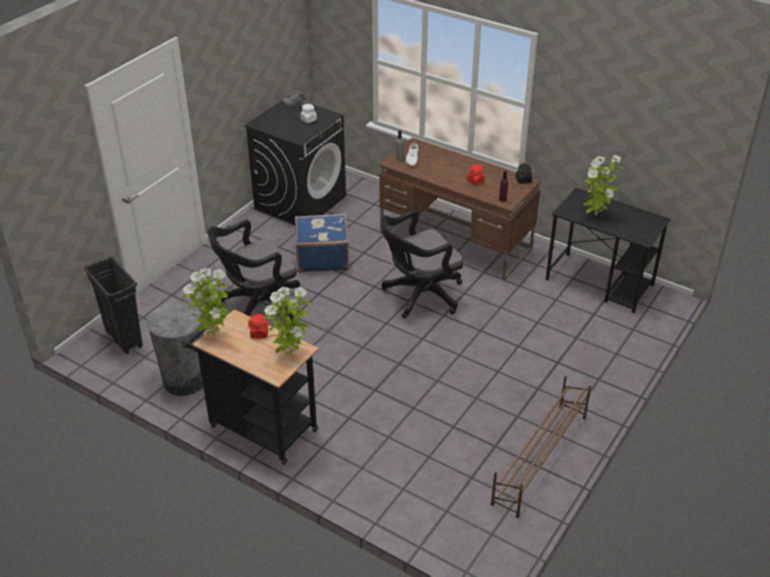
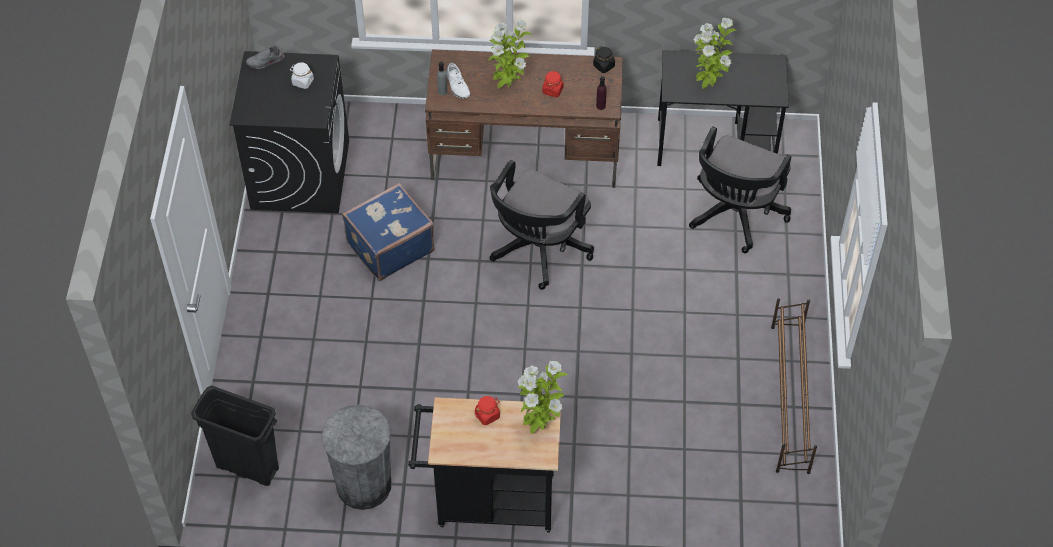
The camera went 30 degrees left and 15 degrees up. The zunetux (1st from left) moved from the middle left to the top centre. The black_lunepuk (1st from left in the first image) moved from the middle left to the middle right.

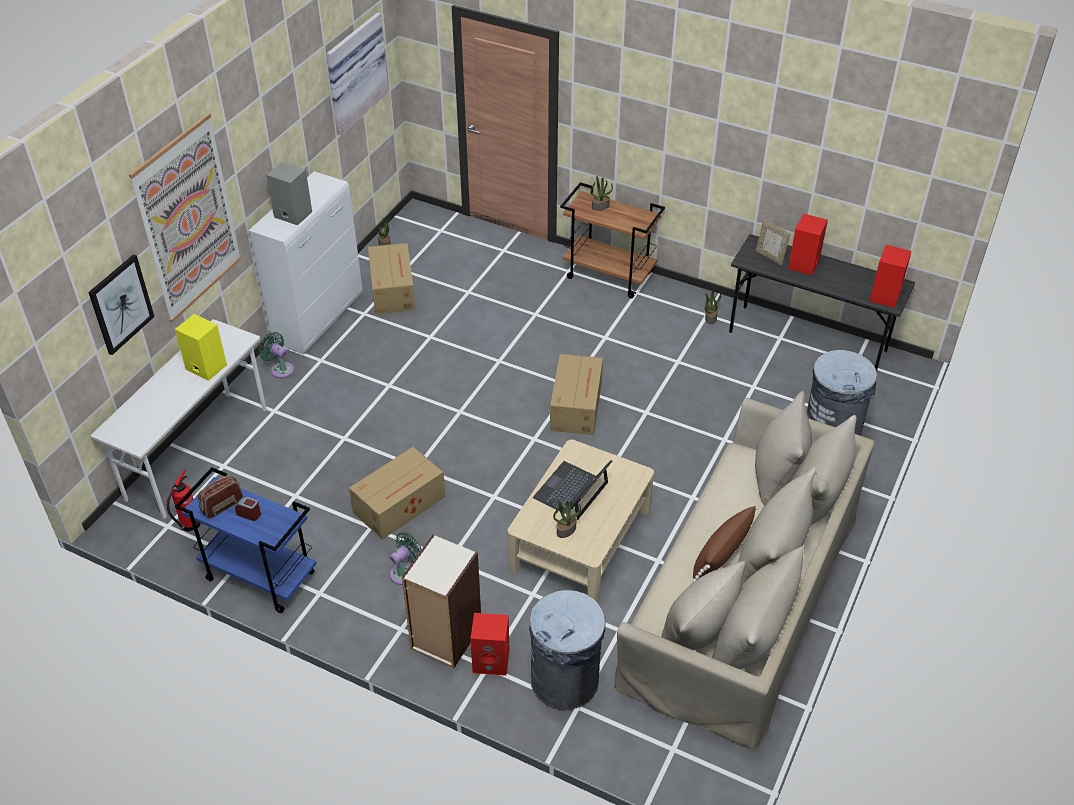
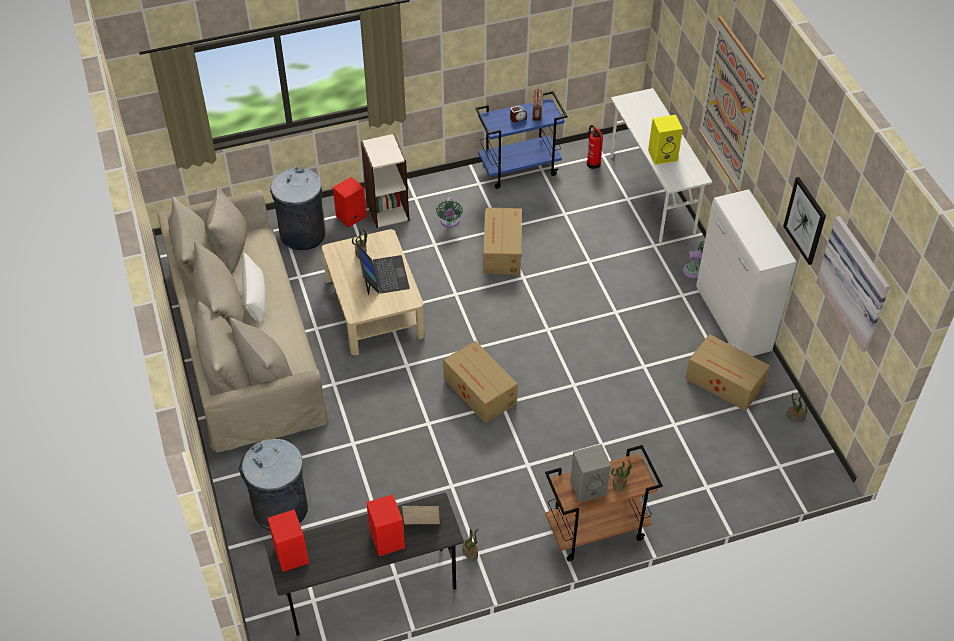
The camera went 135 degrees right and 5 degrees up. The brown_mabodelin at the bottom right became the white_mabodelin at the middle left. The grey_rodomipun moved from the top left to the bottom centre. The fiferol (1st from left in the first image) moved from the middle left to the middle right.

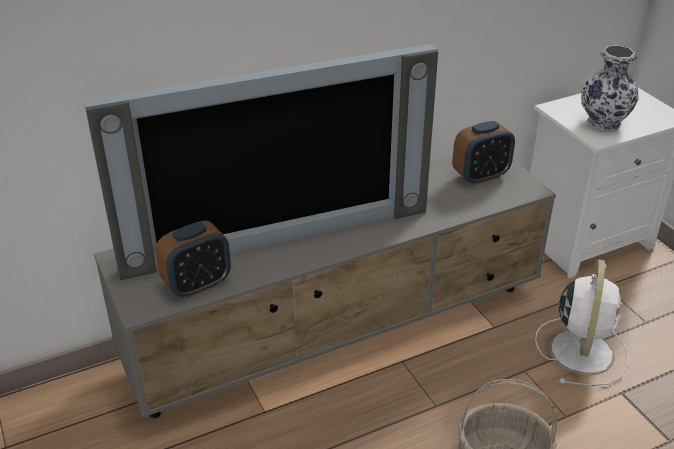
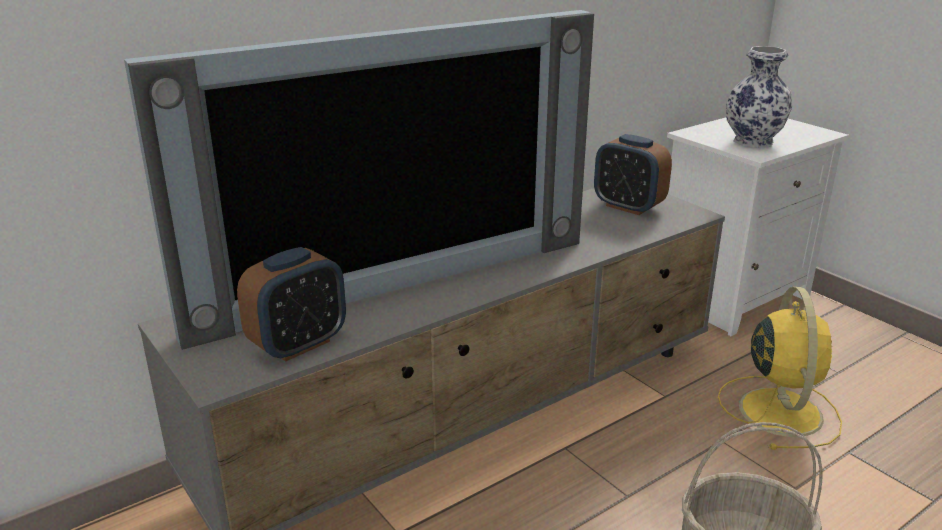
The camera went 10 degrees left and 10 degrees down. The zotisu (2nd from left) at the middle right turned 75 degrees clockwise. The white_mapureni at the bottom right became the yellow_mapureni at the bottom right.

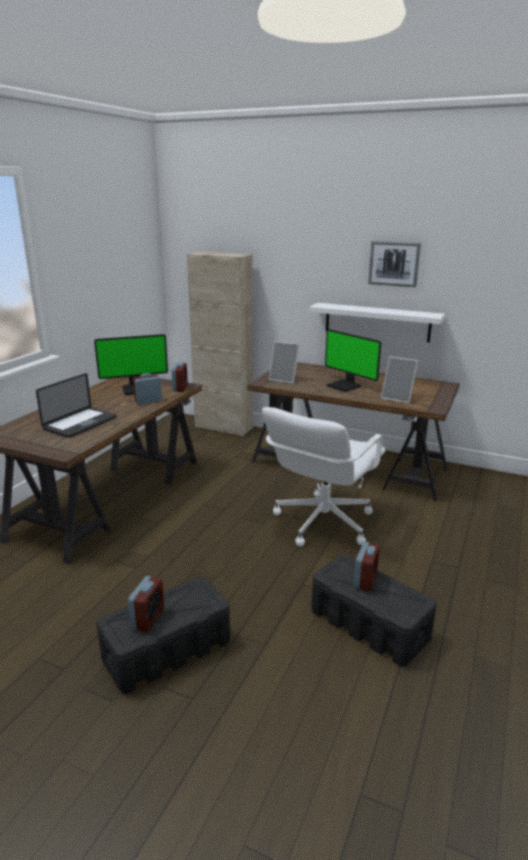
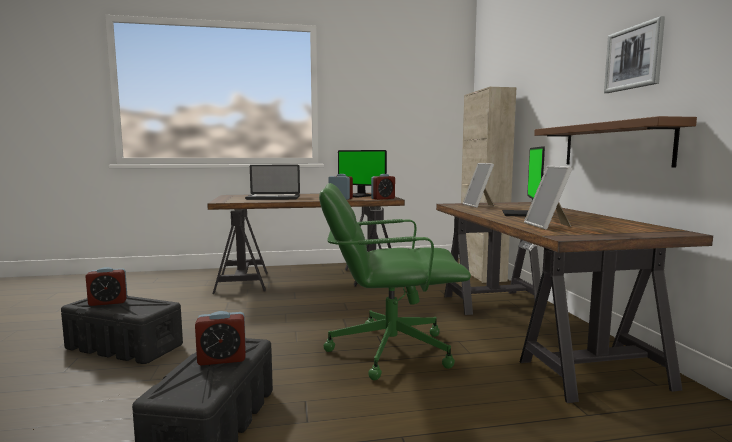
The camera went 55 degrees right and 15 degrees down. The white_lunepuk at the centre became the green_lunepuk at the centre. The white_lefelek at the middle right became the brown_lefelek at the top right.

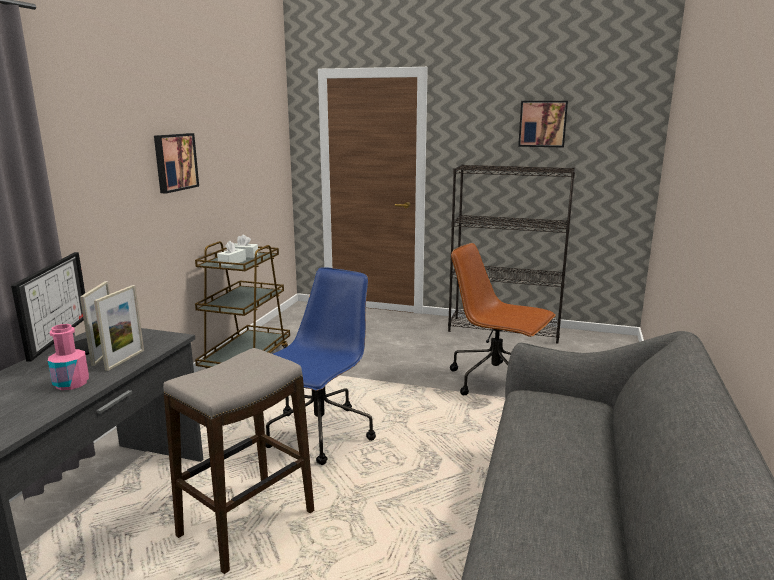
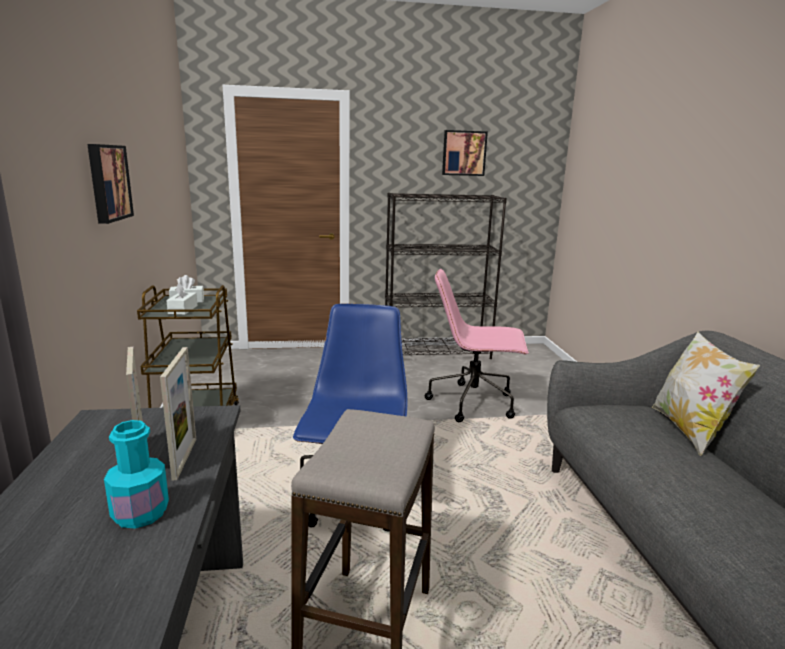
The camera went 25 degrees left and 0 degrees up. The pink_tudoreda at the middle left became the turquoise_tudoreda at the bottom left. The brown_lunepuk at the centre became the pink_lunepuk at the centre. The mabodelin at the middle right appeared. The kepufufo at the middle left disappeared.

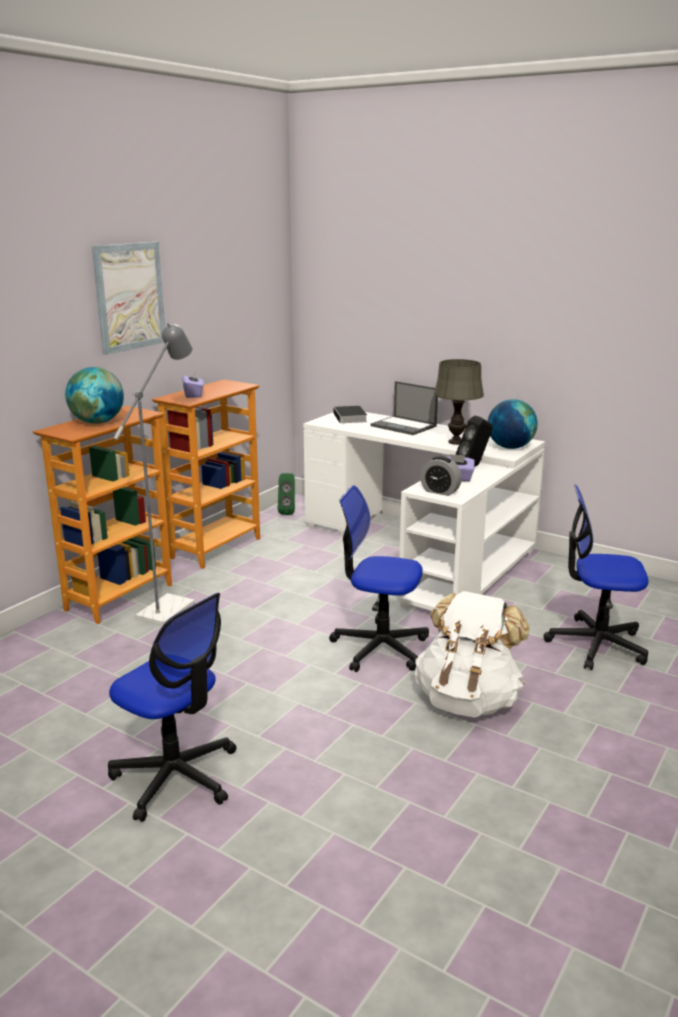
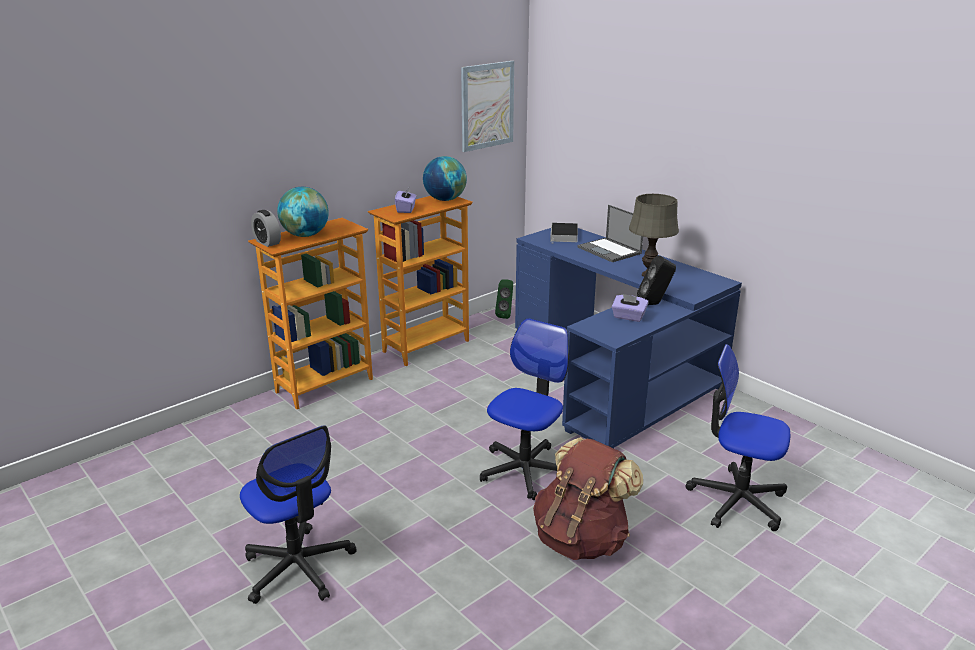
The camera went 15 degrees right and 5 degrees up. The zotisu moved from the centre to the middle left. The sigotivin (2nd from left) moved from the middle right to the top centre. The fiferol moved from the top left to the top centre. The lunepuk (2nd from left) at the centre turned 90 degrees clockwise. The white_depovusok at the centre became the blue_depovusok at the centre. The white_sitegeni at the middle right became the brown_sitegeni at the bottom centre. The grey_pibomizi at the middle left disappeared.

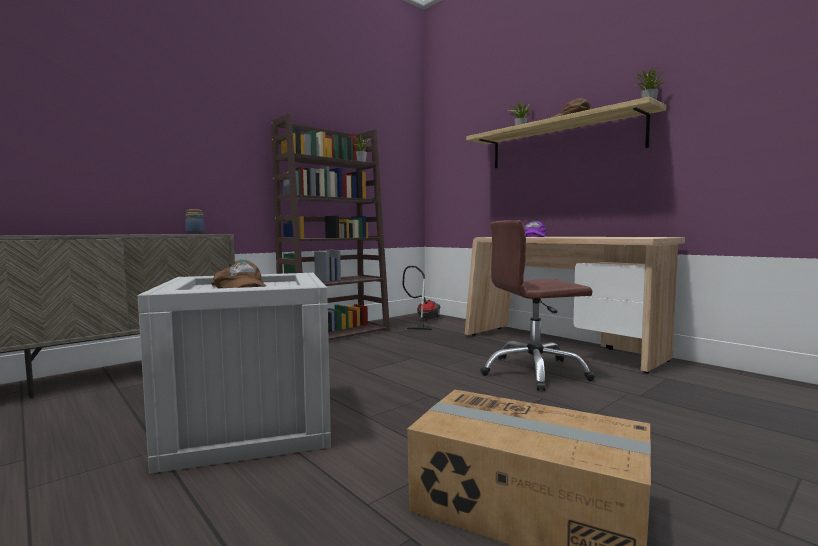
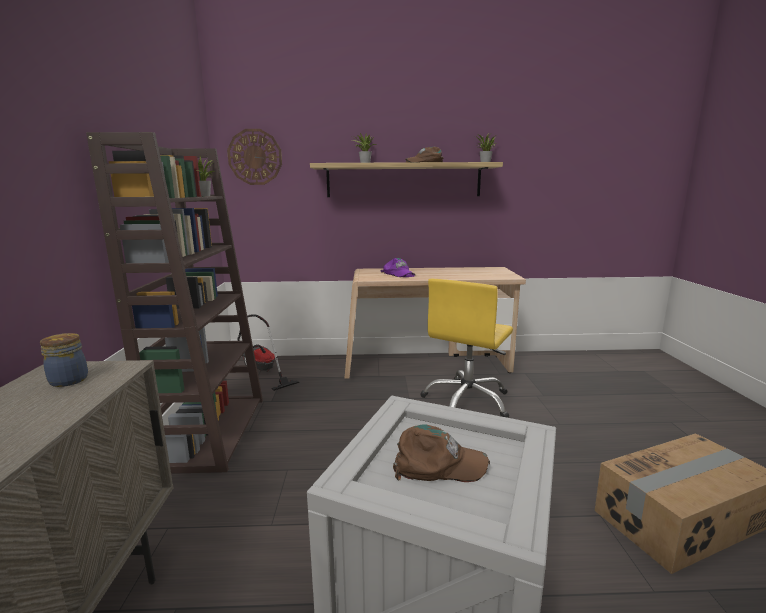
The camera went 50 degrees left and 10 degrees up. The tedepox at the top left appeared. The brown_lunepuk at the centre became the yellow_lunepuk at the centre.

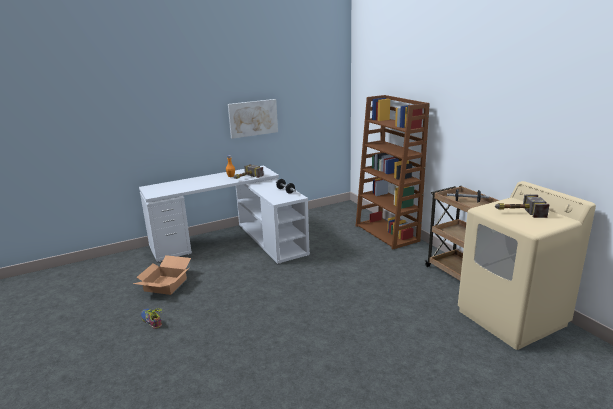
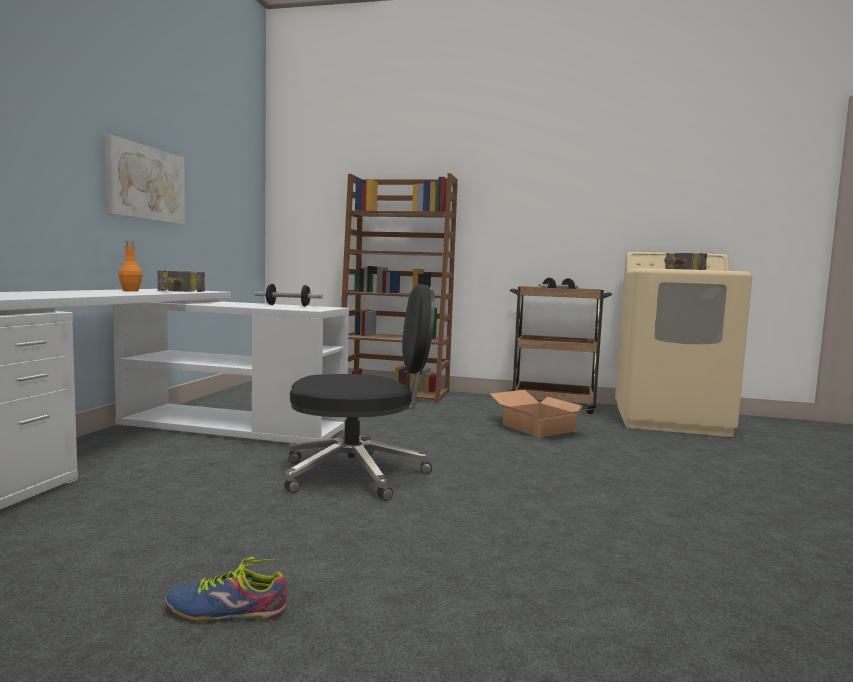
The camera went 50 degrees left and 15 degrees down. The black_lunepuk at the centre appeared. The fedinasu moved from the bottom left to the centre.

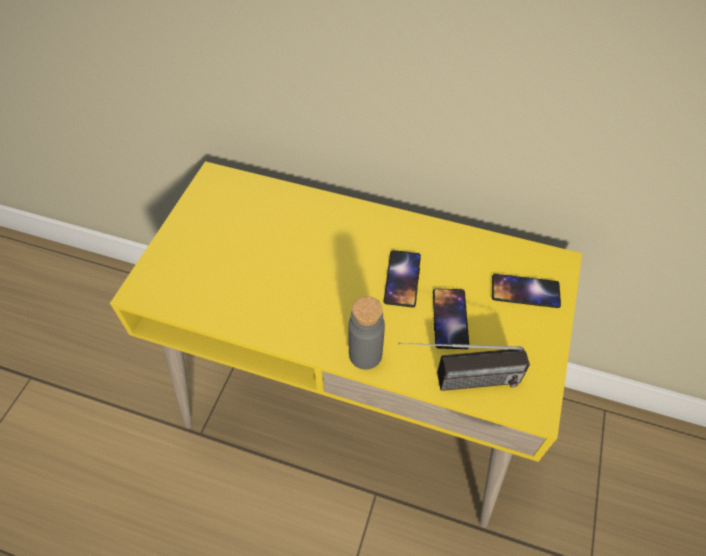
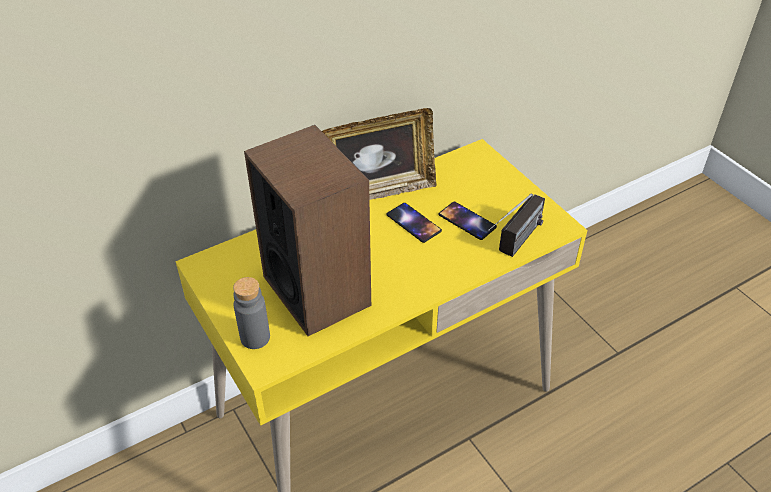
The camera went 50 degrees left and 10 degrees down. The grey_tudoreda moved from the centre to the middle left. The rodomipun at the centre appeared. The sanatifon at the top centre appeared. The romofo (3rd from left) at the middle right disappeared.

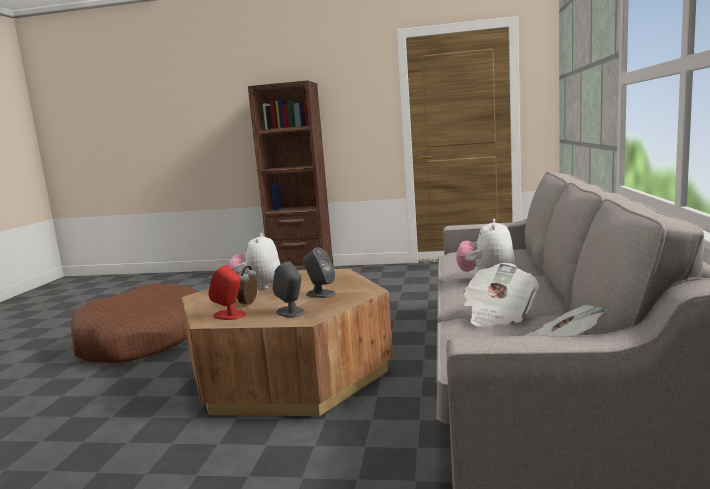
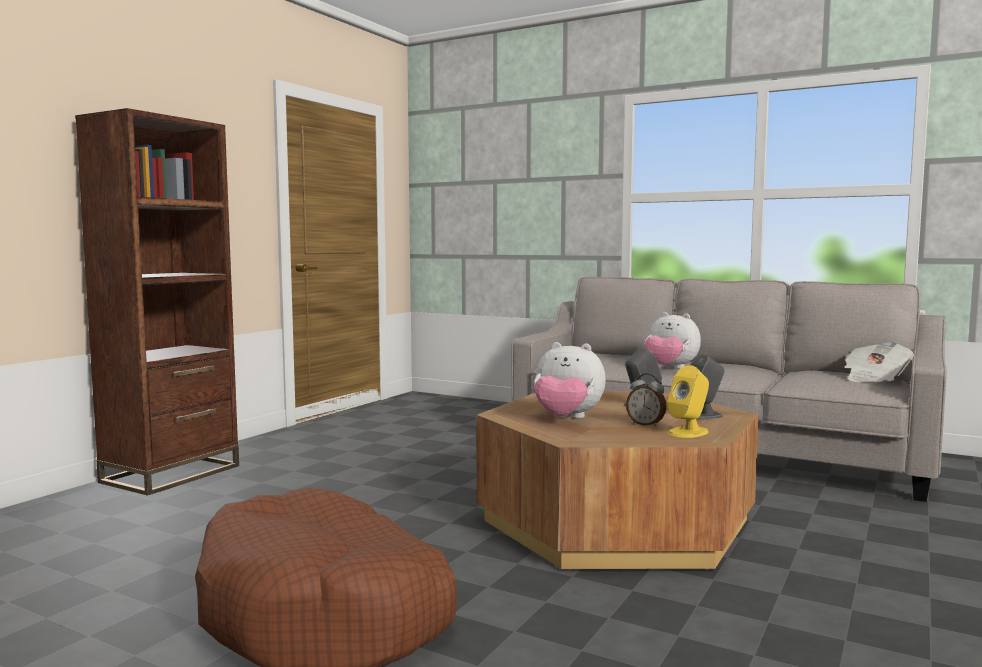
The camera went 70 degrees left and 5 degrees down. The red_rodomipun at the middle left became the yellow_rodomipun at the middle right. The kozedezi (1st from left) at the middle right disappeared.

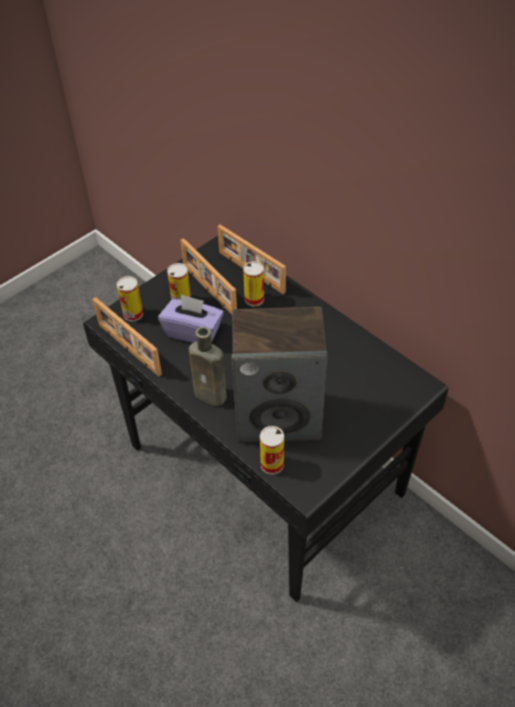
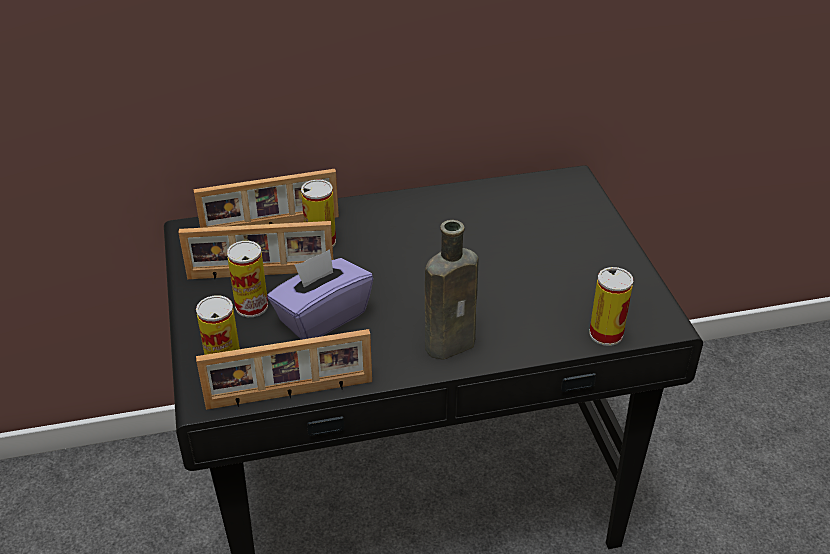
The camera went 60 degrees left and 10 degrees down. The rodomipun at the centre disappeared.

